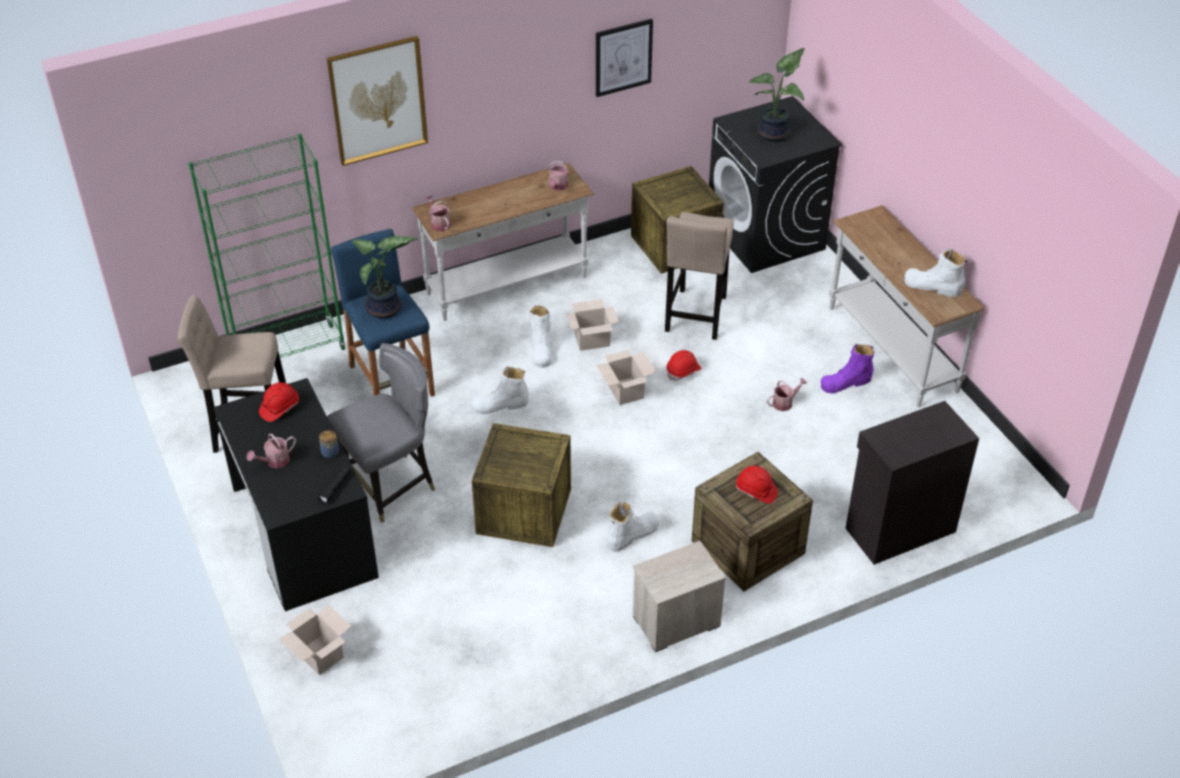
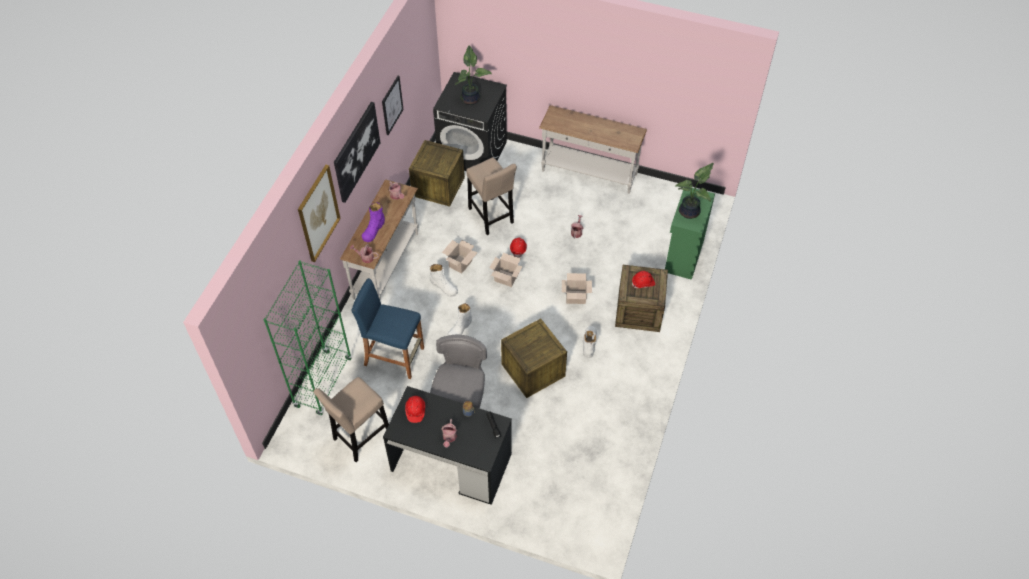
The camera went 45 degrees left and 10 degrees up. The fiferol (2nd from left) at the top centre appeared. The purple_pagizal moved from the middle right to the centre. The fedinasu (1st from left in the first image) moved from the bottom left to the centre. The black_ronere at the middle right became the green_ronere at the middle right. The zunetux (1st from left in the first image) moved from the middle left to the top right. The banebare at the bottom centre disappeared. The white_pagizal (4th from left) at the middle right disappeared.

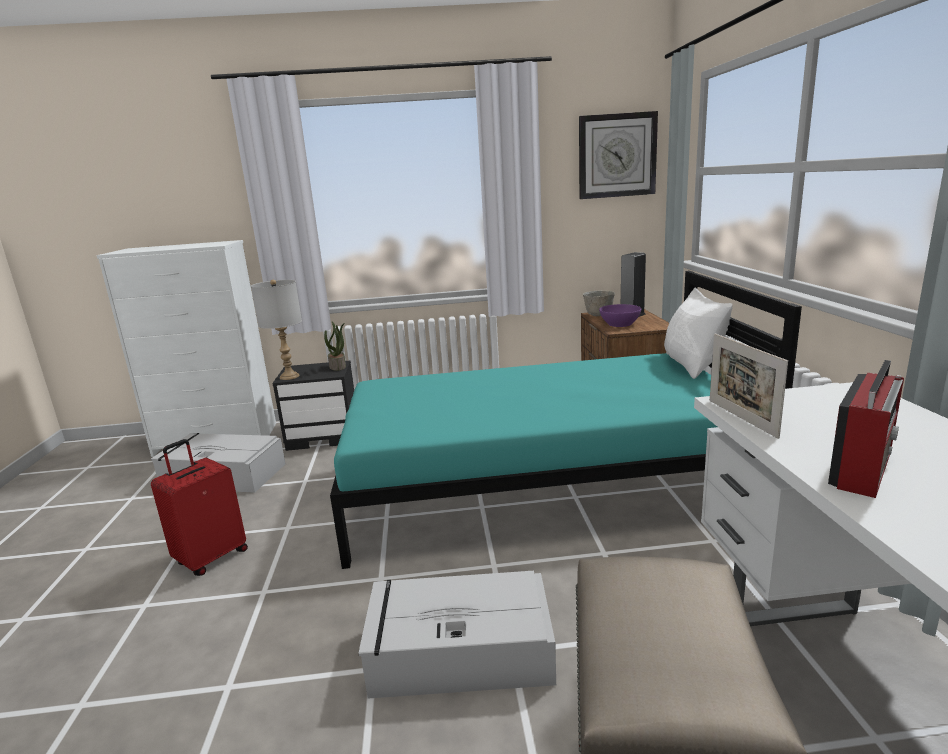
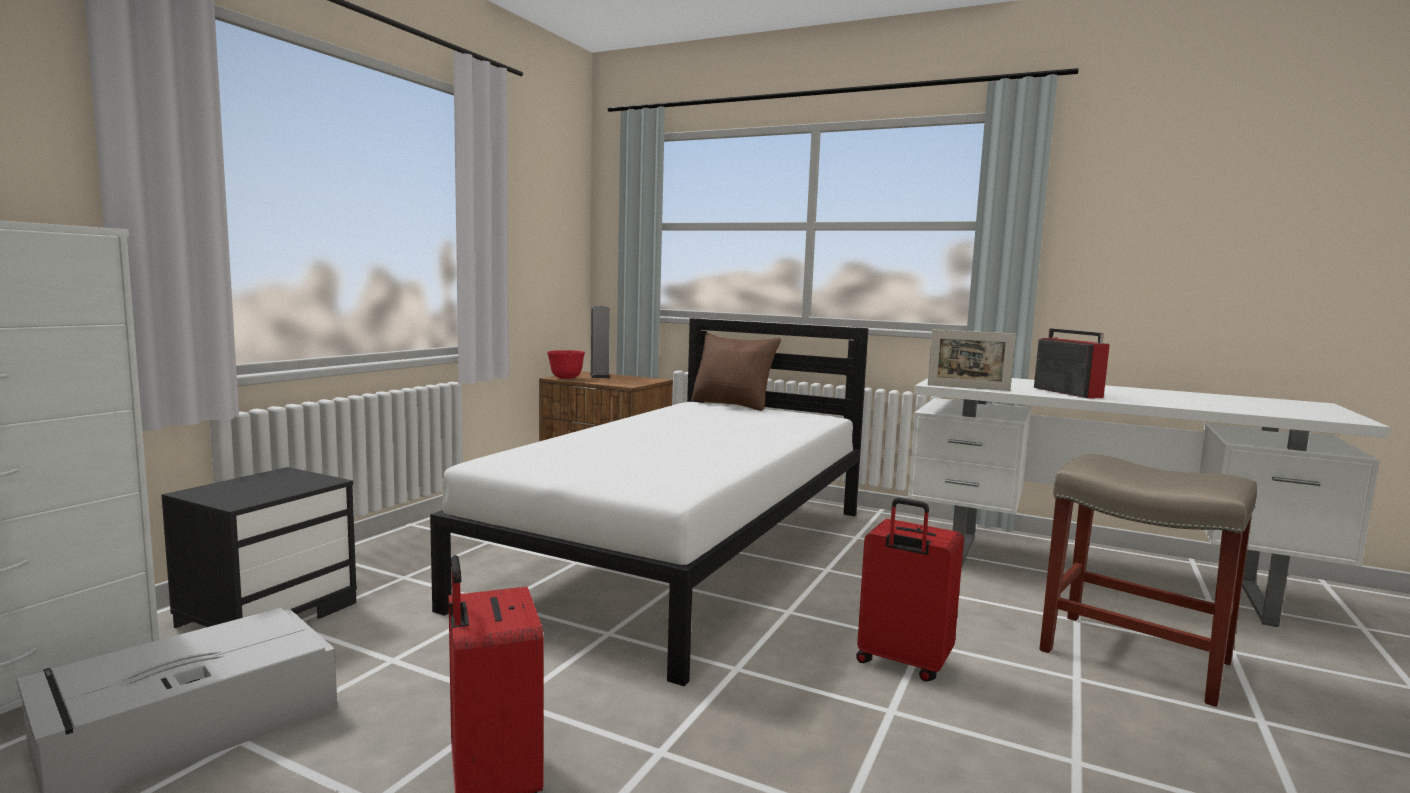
The camera went 60 degrees left and 10 degrees down. The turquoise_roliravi at the centre became the white_roliravi at the centre. The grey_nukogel at the centre became the red_nukogel at the centre. The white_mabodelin at the middle right became the brown_mabodelin at the centre. The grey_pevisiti (2nd from left) at the bottom centre was replaced by the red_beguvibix (2nd from left) at the bottom centre. The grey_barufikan at the middle left disappeared. The zunetux at the centre disappeared. The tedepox at the top centre disappeared. The purple_nukogel at the centre disappeared.

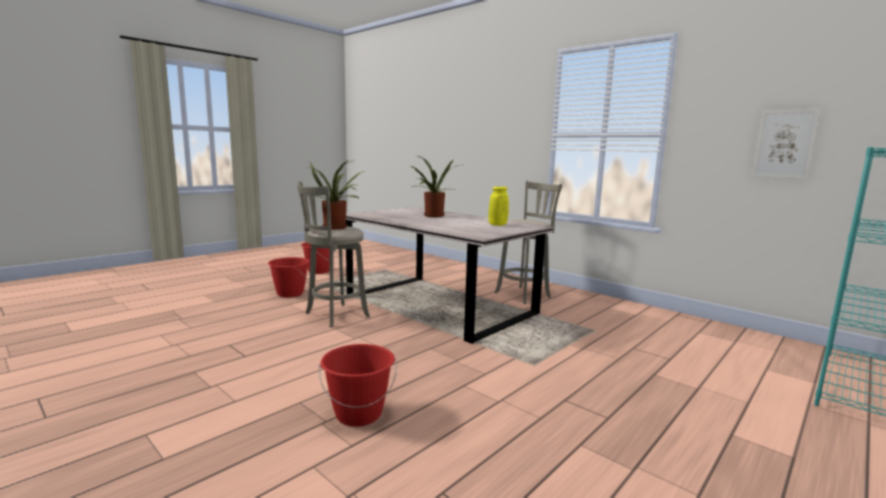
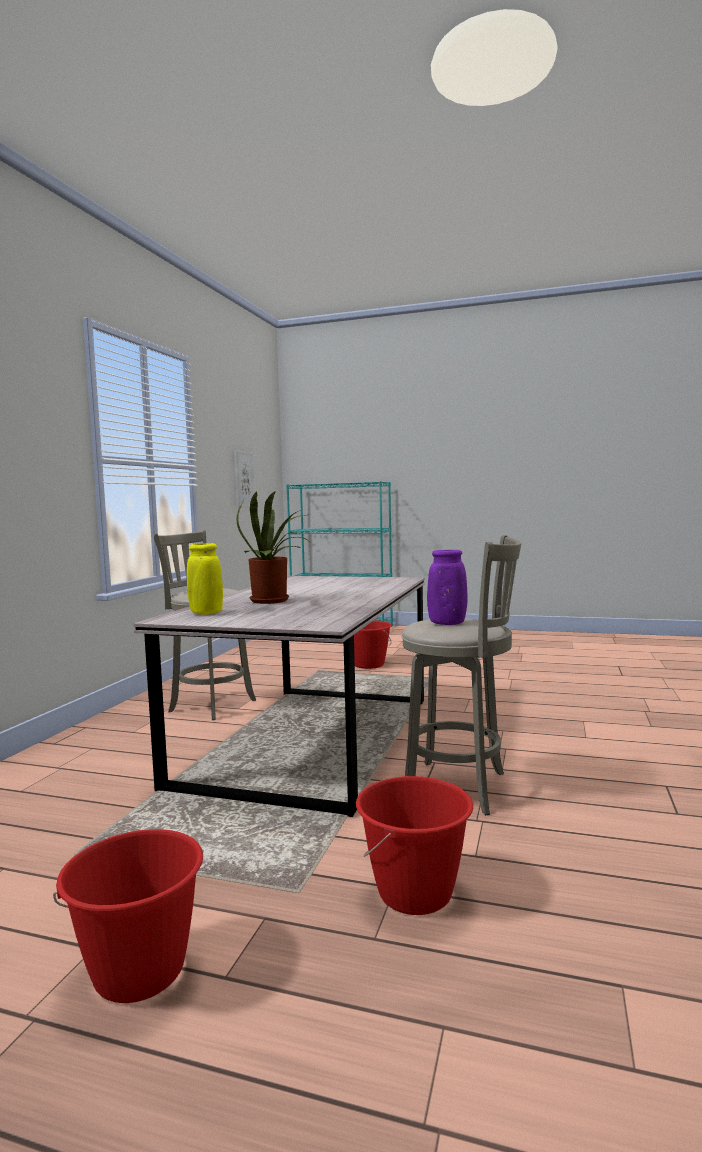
The camera went 115 degrees left and 5 degrees down. The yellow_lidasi moved from the centre to the middle left. The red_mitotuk (3rd from left in the first image) moved from the bottom centre to the centre. The zunetux (1st from left) at the centre was replaced by the purple_lidasi at the centre.

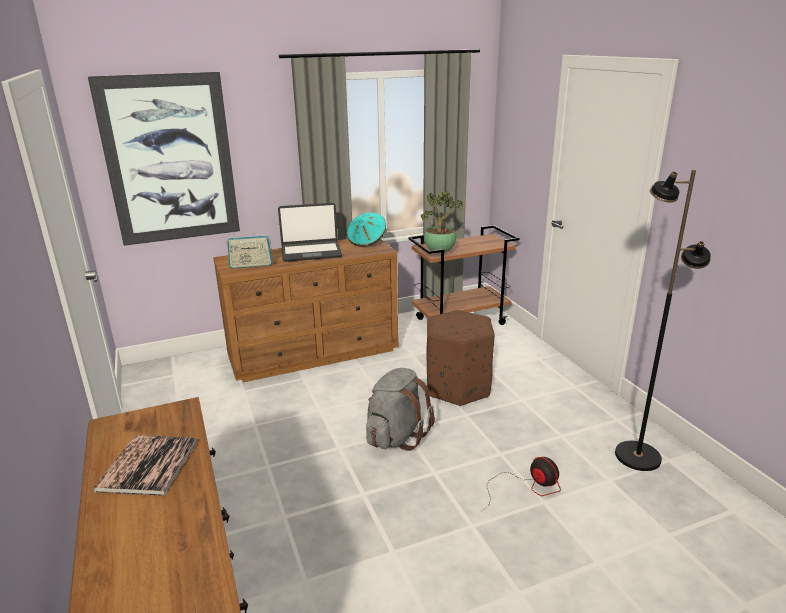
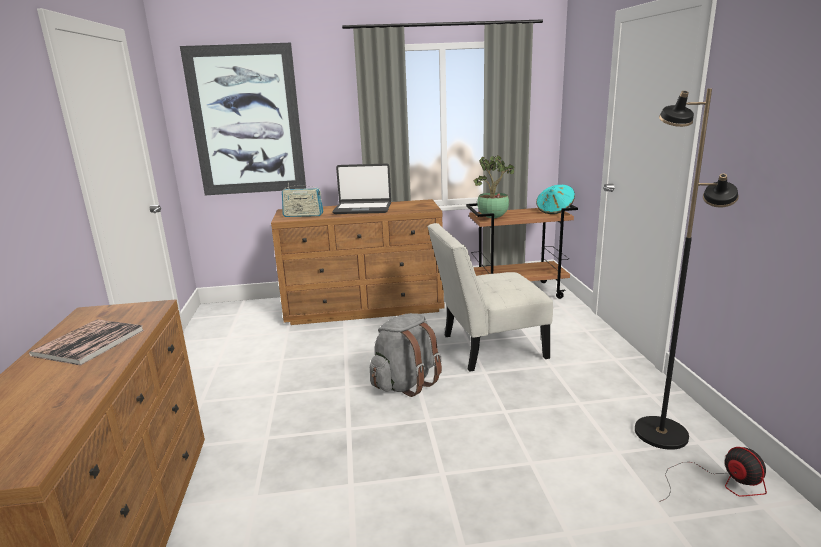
The camera went 15 degrees right and 5 degrees down. The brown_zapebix at the centre was replaced by the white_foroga at the centre. The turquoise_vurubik moved from the centre to the middle right. The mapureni moved from the bottom centre to the bottom right.

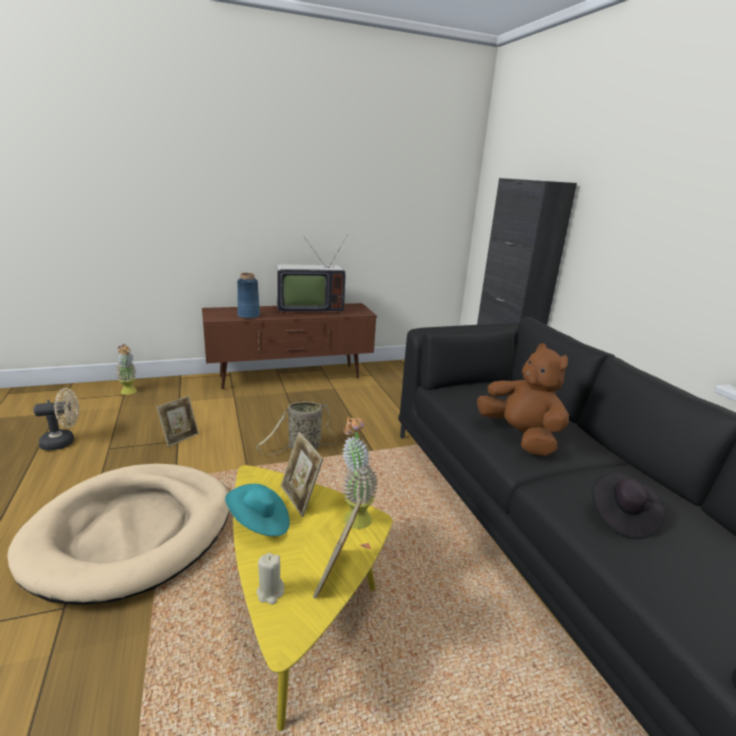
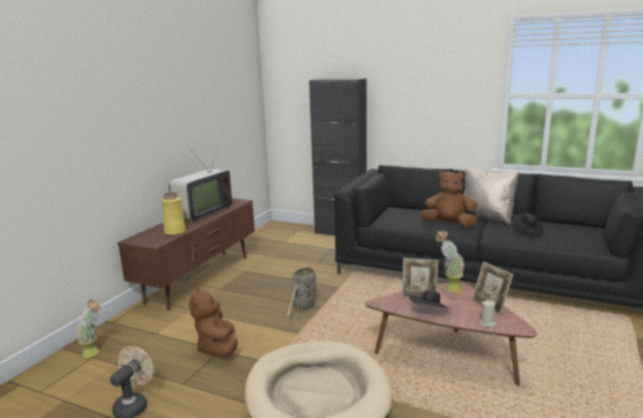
The camera went 45 degrees left and 5 degrees down. The blue_lidasi at the centre became the yellow_lidasi at the middle left. The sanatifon (1st from left) at the middle left was replaced by the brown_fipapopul (1st from left) at the bottom left. The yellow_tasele at the bottom centre became the brown_tasele at the bottom right. The turquoise_vurubik at the bottom centre became the black_vurubik (1st from left) at the bottom right. The beige_mabodelin at the middle right appeared.

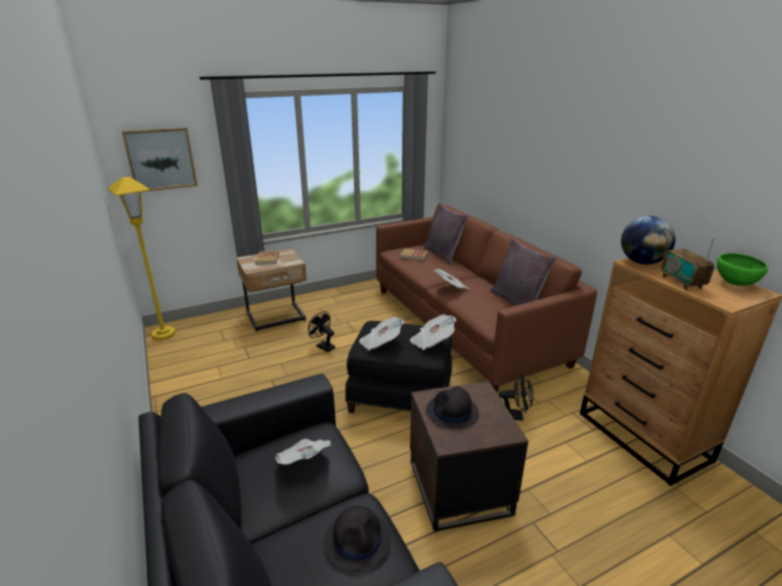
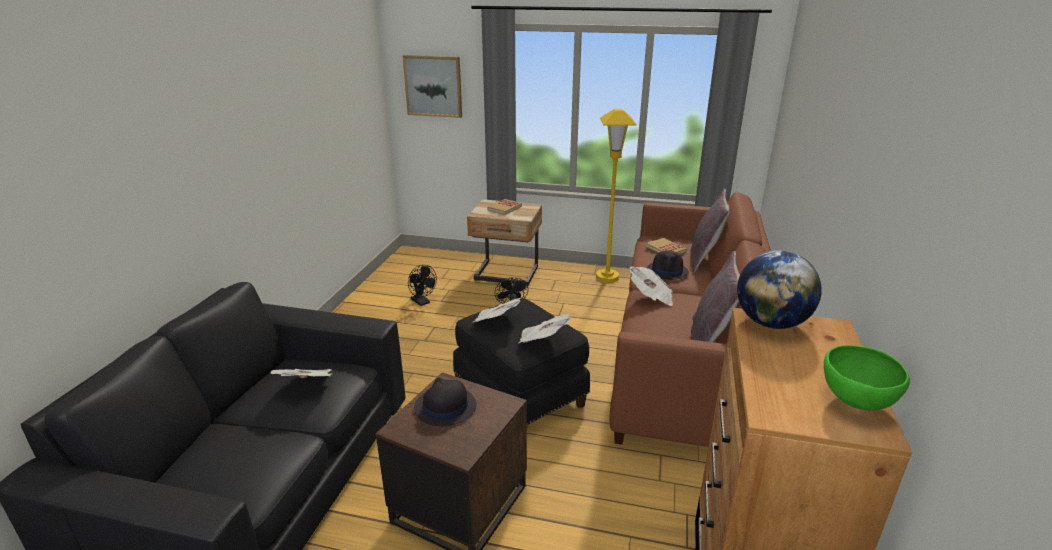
The camera went 40 degrees right and 0 degrees up. The black_mapureni (2nd from left in the first image) moved from the bottom centre to the centre. The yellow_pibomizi moved from the middle left to the centre. The black_vurubik (1st from left in the first image) moved from the bottom centre to the centre. The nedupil at the middle right disappeared.

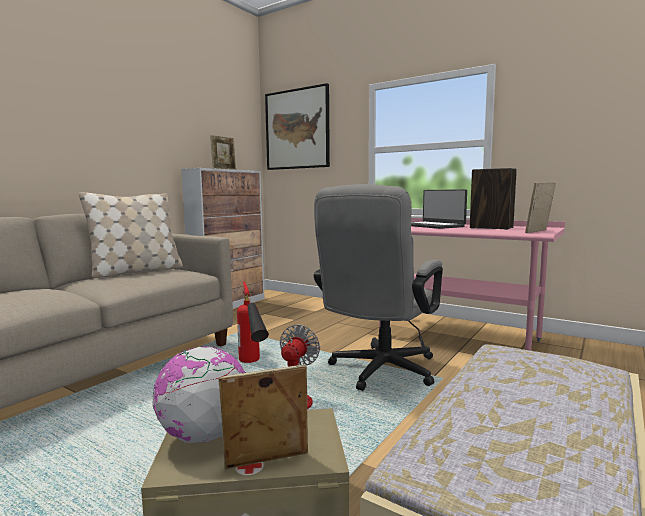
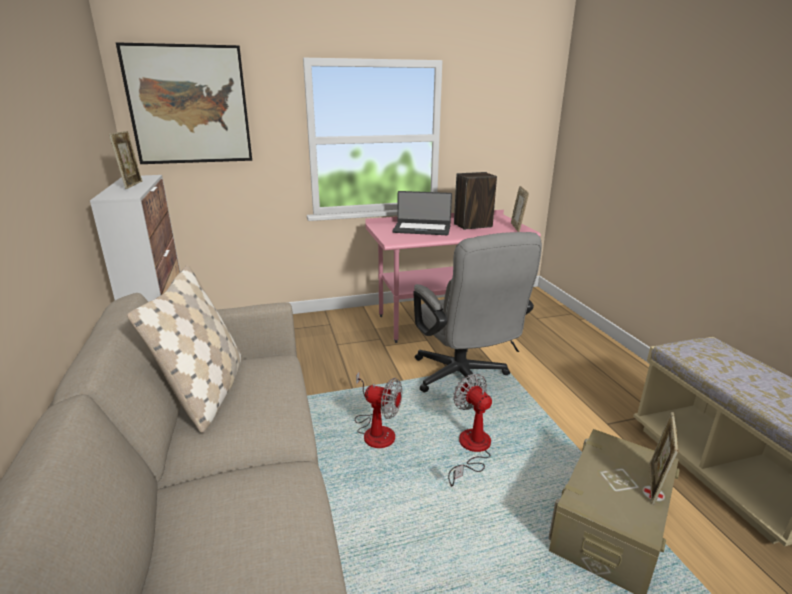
The camera went 50 degrees left and 15 degrees up. The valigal at the centre was replaced by the mapureni (1st from left) at the bottom centre. The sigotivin at the bottom left disappeared.

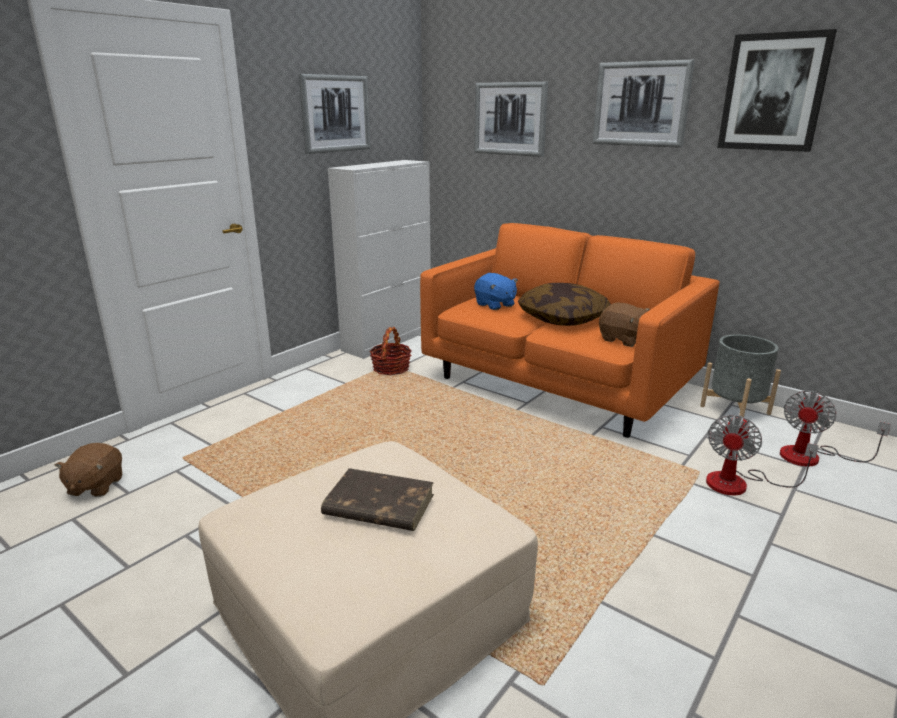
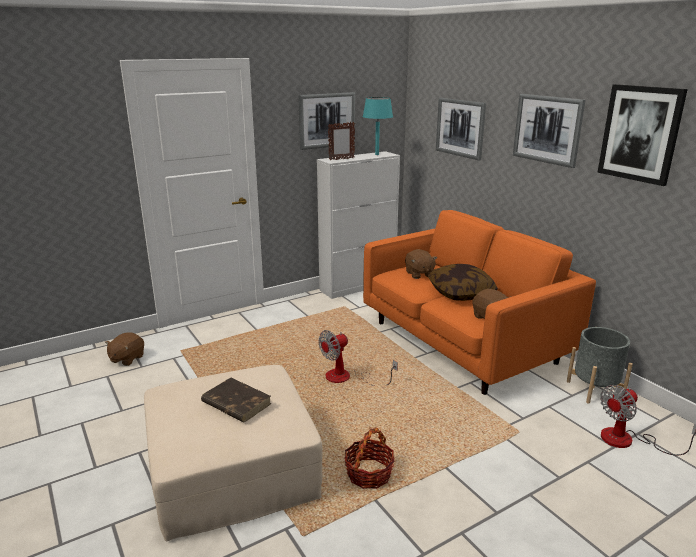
The camera went 20 degrees right and 0 degrees up. The mapureni (1st from left) moved from the middle right to the centre. The sanatifon at the top centre appeared. The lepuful moved from the centre to the bottom centre. The turquoise_barufikan at the top centre appeared. The blue_fipapopul at the centre became the brown_fipapopul (2nd from left) at the centre.

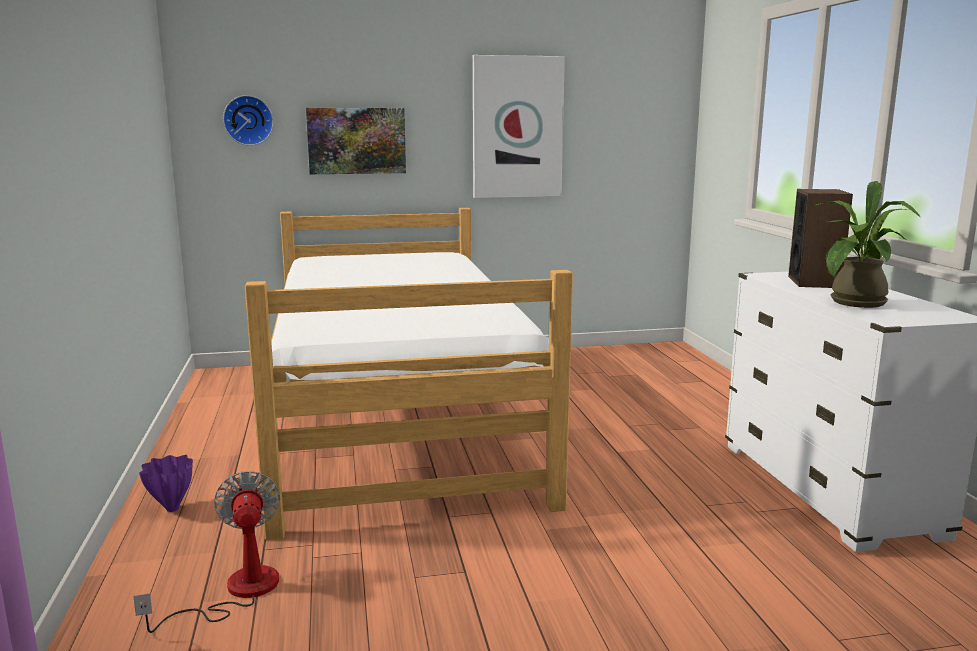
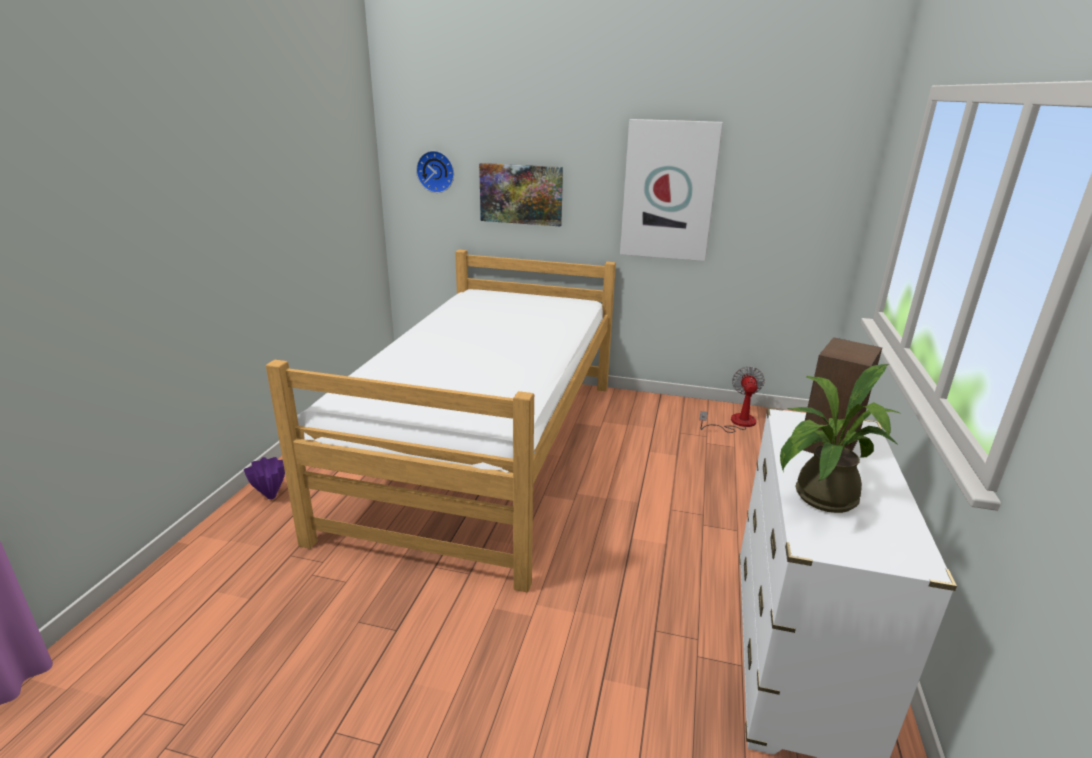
The camera went 25 degrees right and 10 degrees up. The mapureni moved from the bottom left to the middle right.

